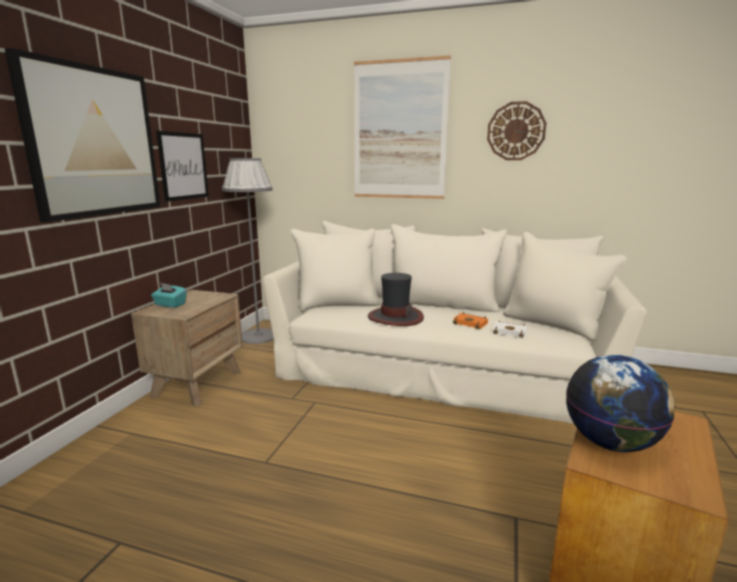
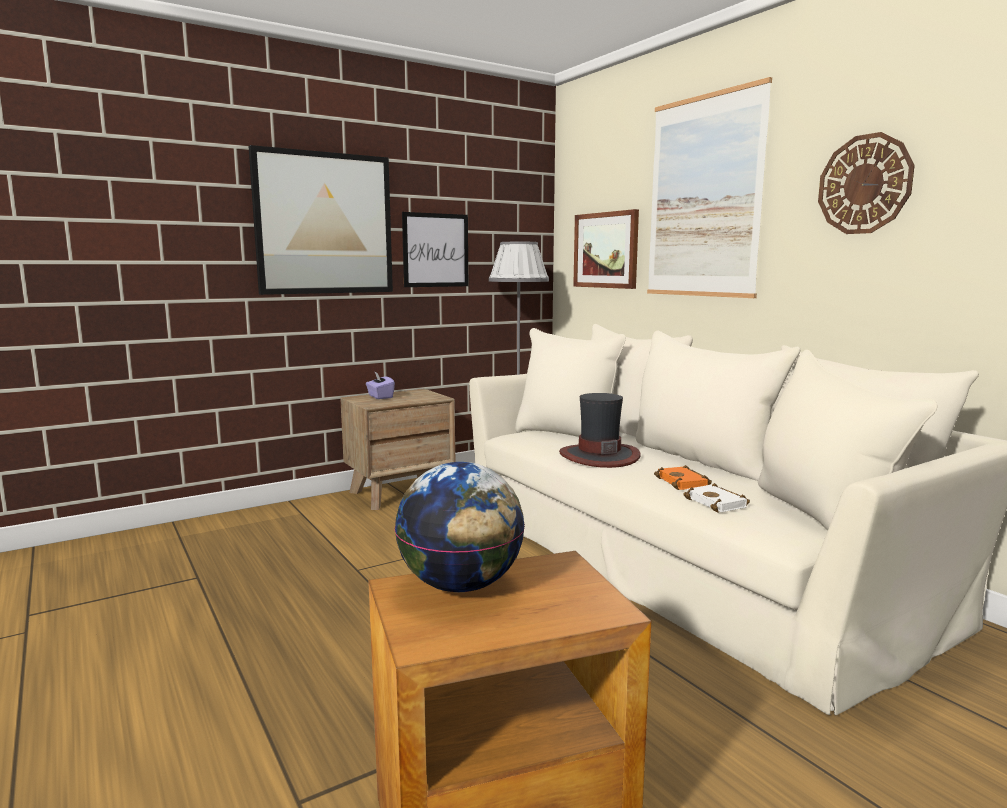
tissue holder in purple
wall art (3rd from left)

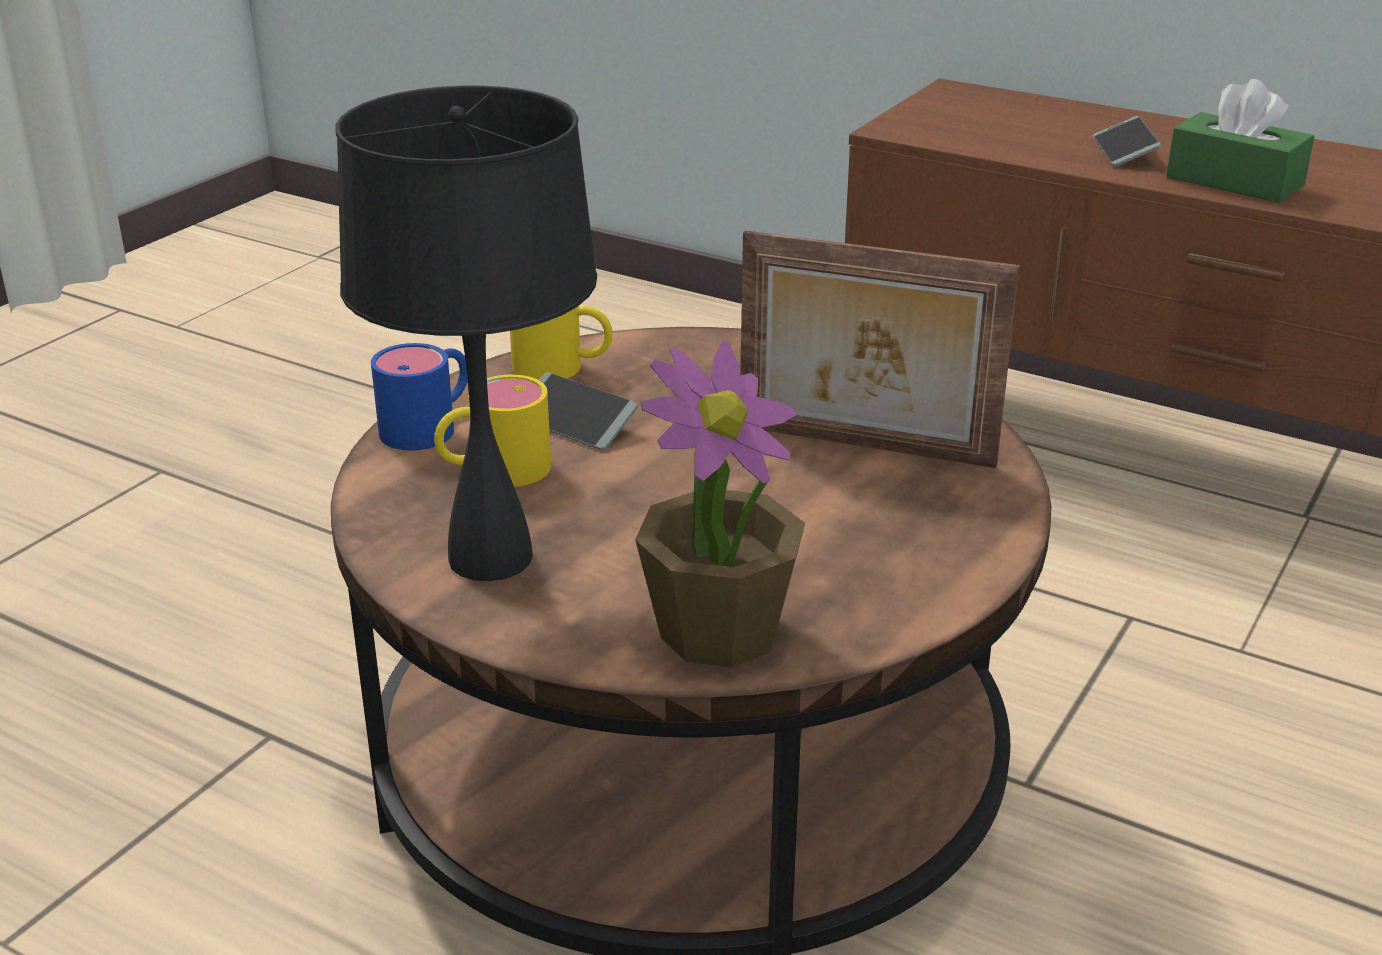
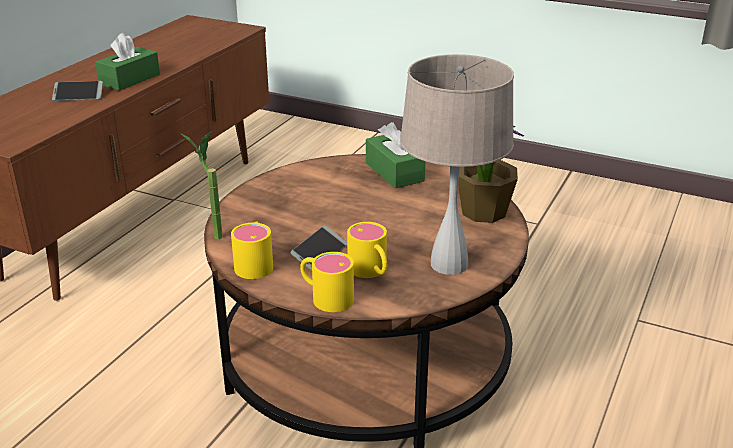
table lamp in beige-coloured
tea mug in yellow (2nd from left)
photo frame
houseplant (1st from left)
tissue holder in greenish (2nd from left)

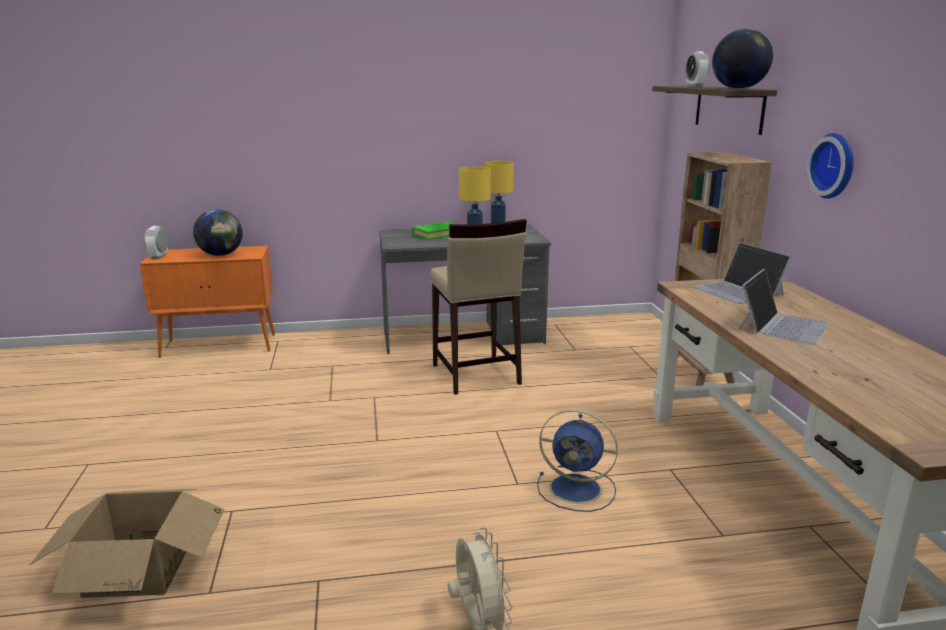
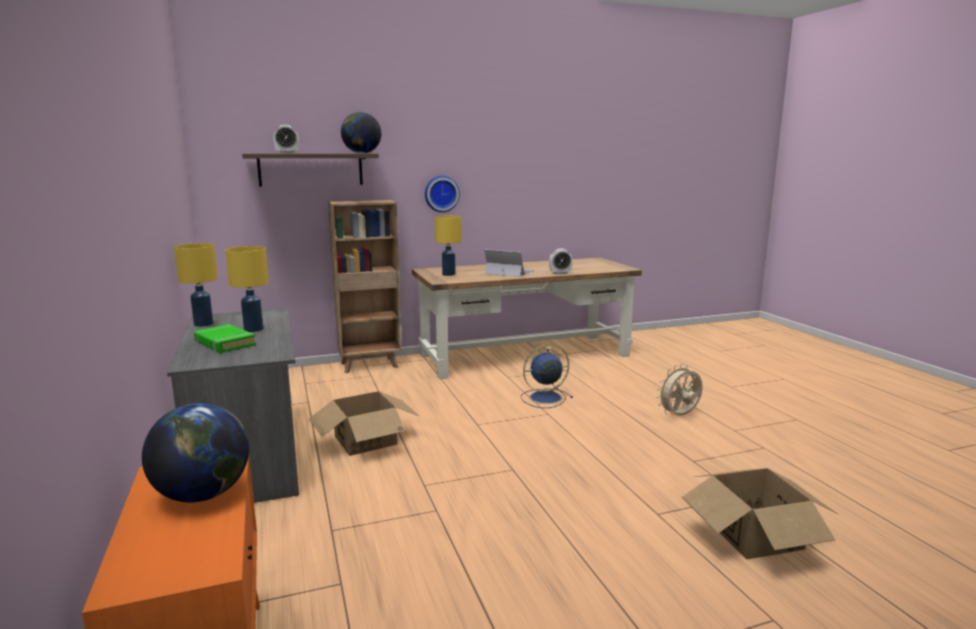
bedside clock (2nd from left)
carton (1st from left)
electric fan in blue
table lamp in yellow (3rd from left)

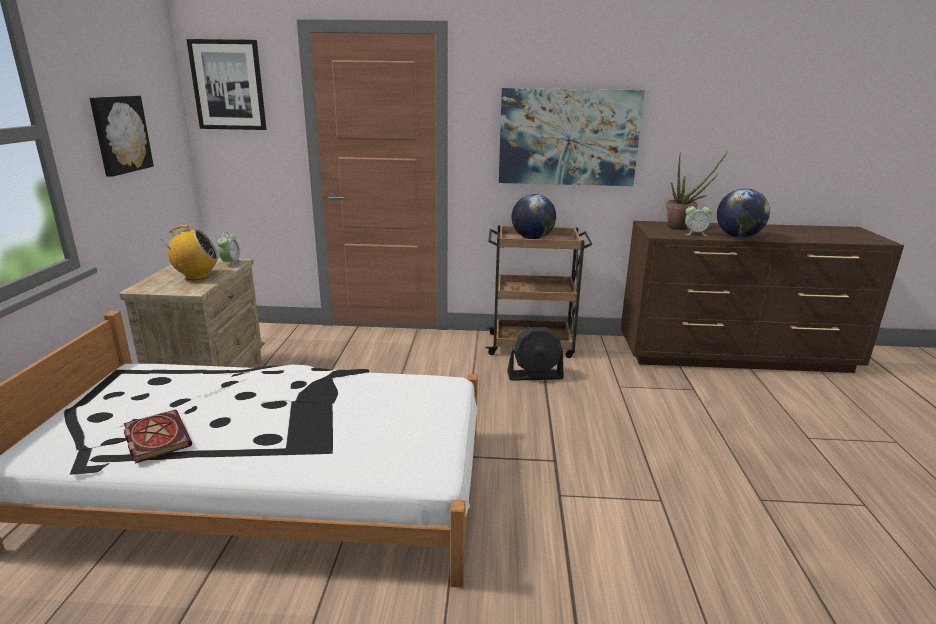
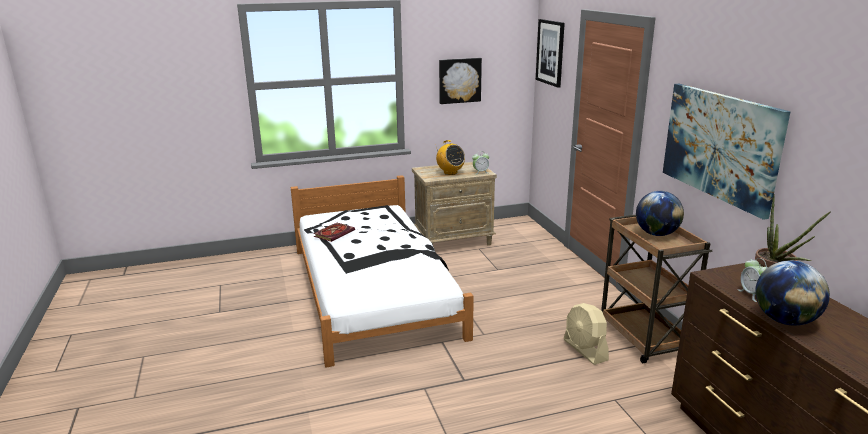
electric fan in beige-coloured

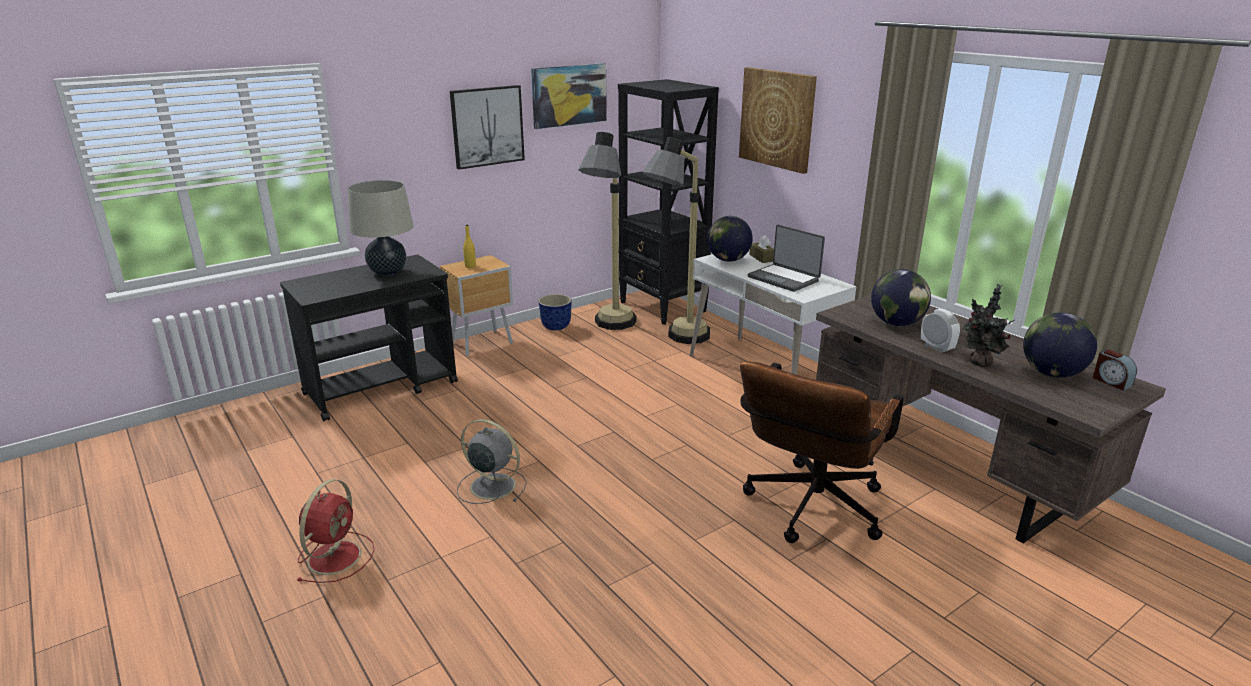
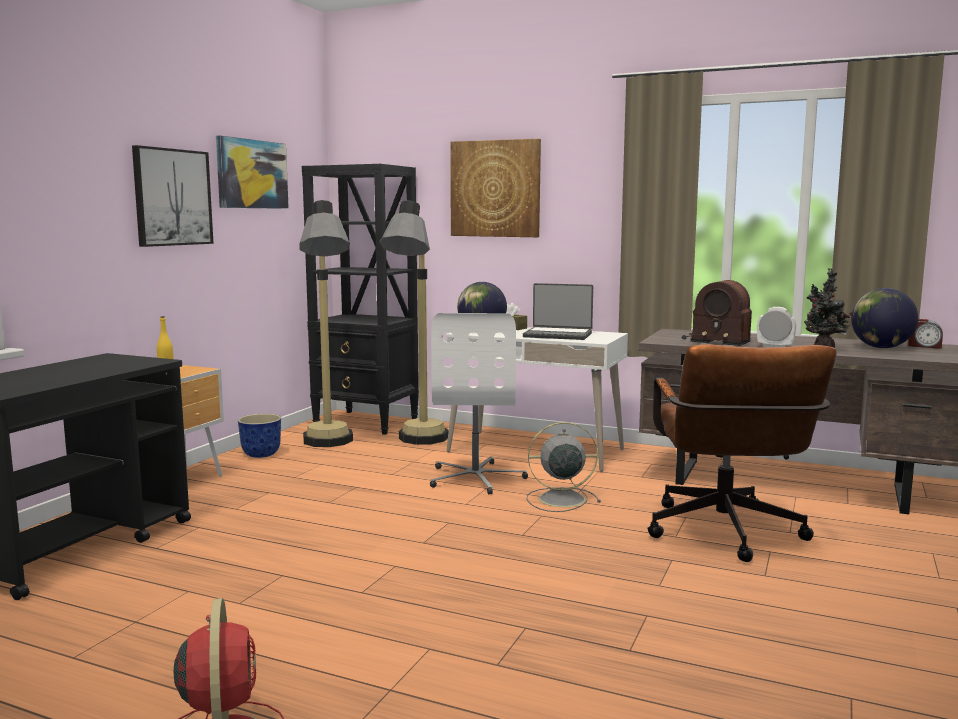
table lamp in beige-coloured
electric fan in gray
radio
computer chair in whitish

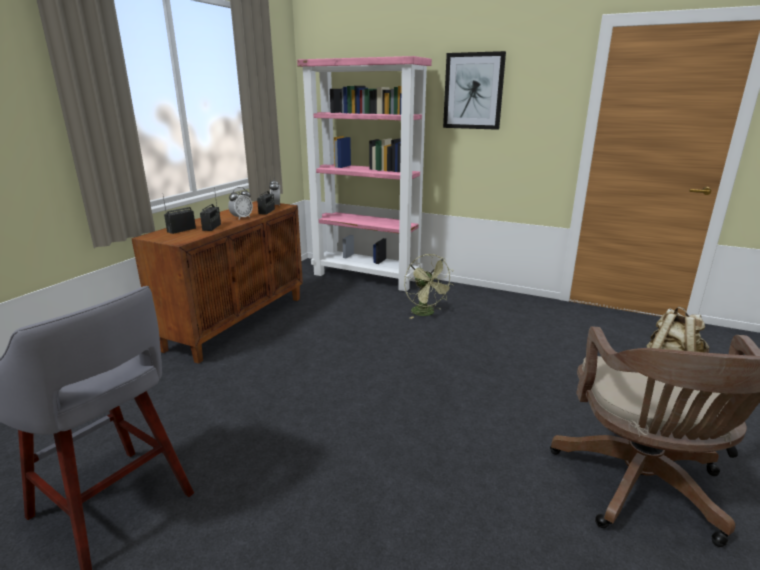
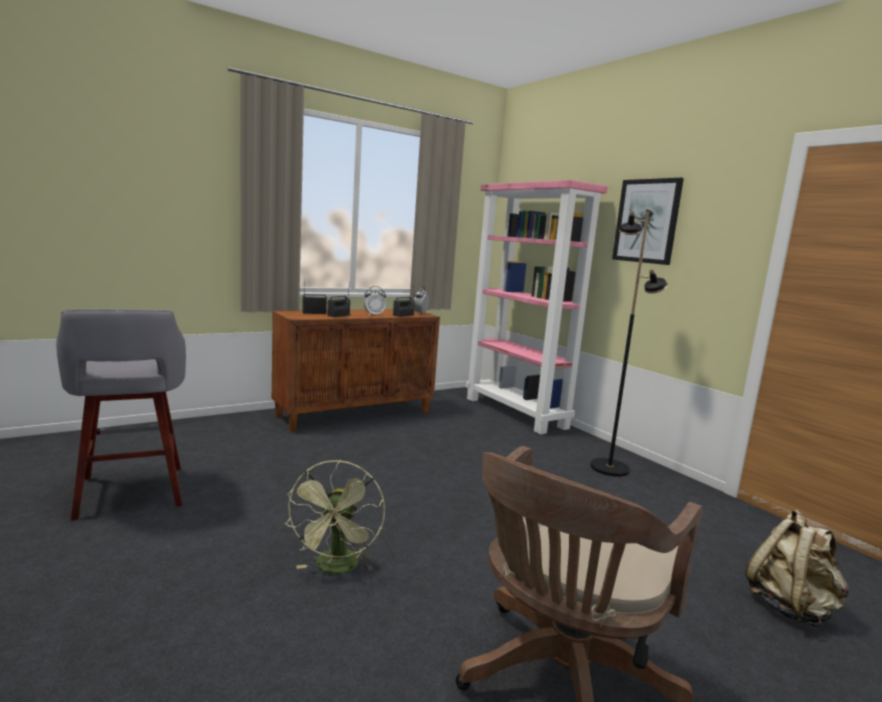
electric fan in greenish
floor lamp in black-coloured

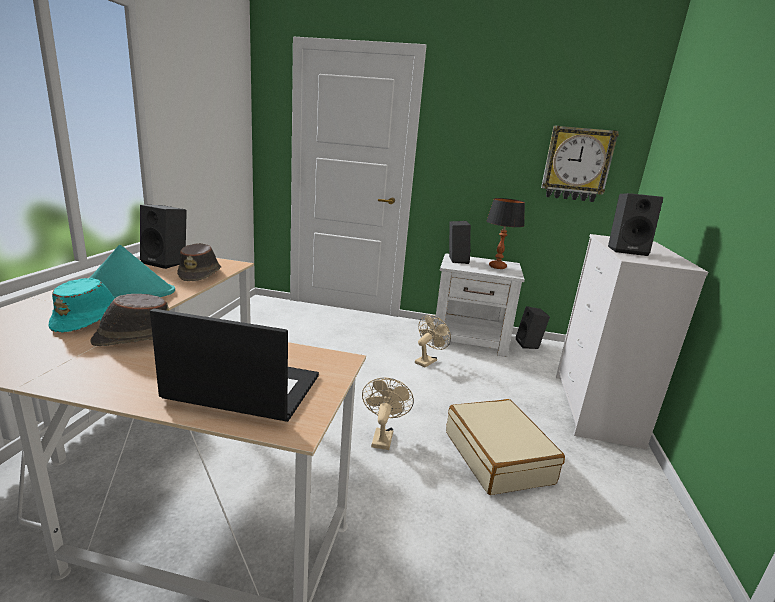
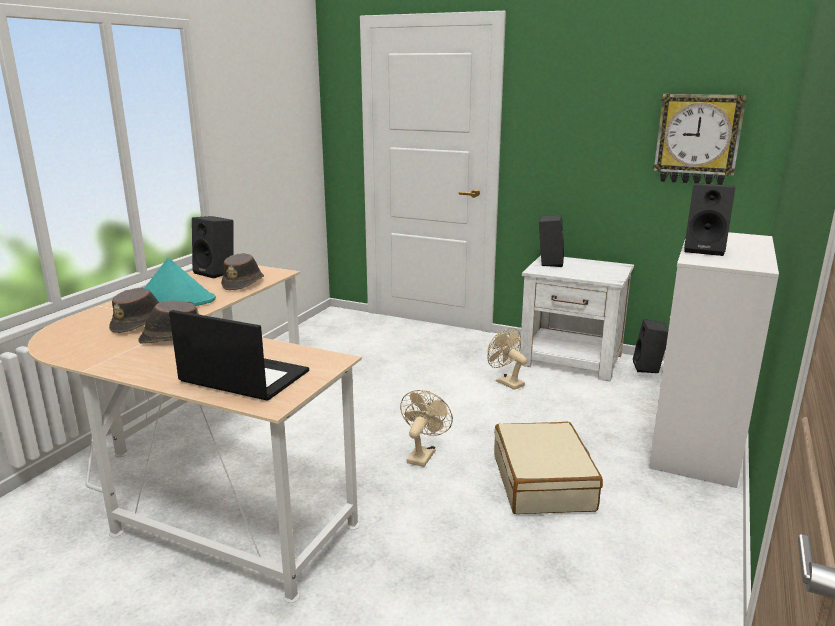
hat in brown-coloured (1st from left)
electric fan in beige-coloured (2nd from left)
table lamp

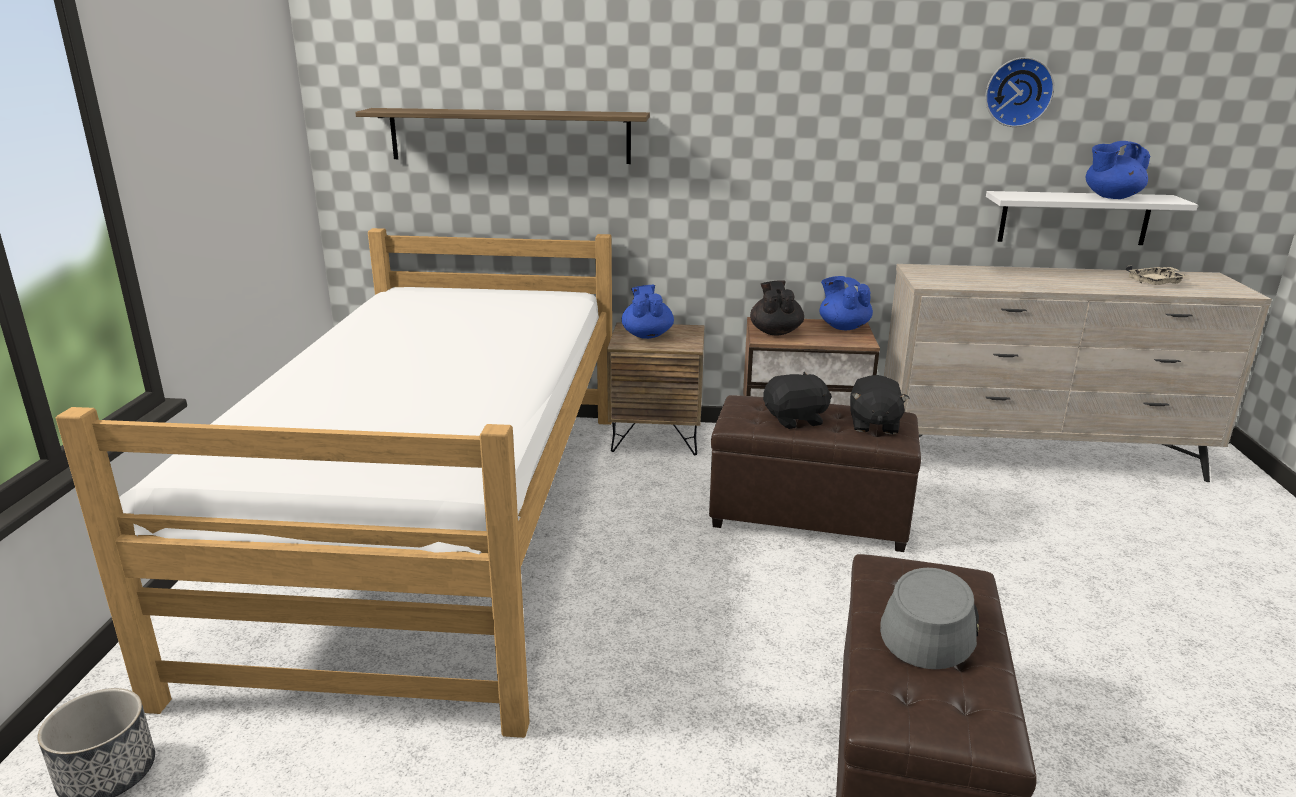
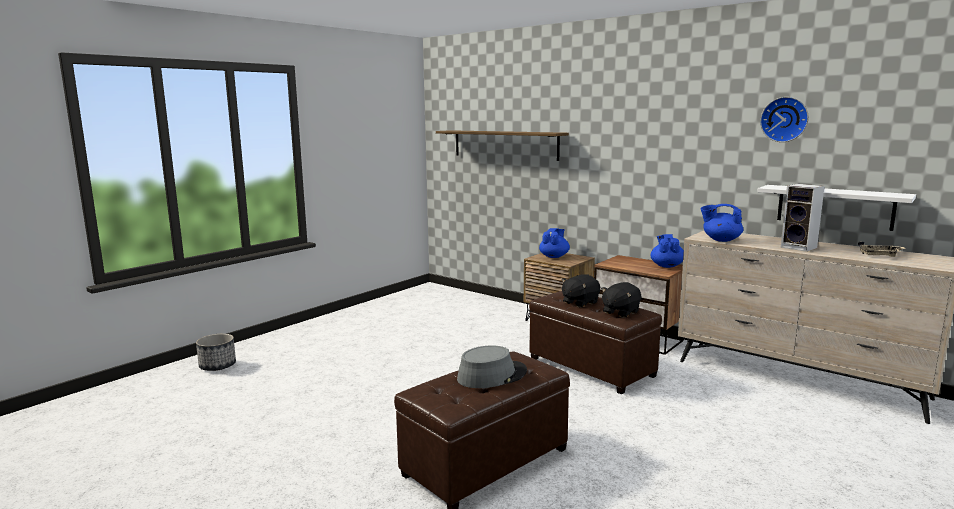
bedroom bed
pot for tea in black-coloured
cuddly toy in black-coloured (1st from left)
pot for tea in blue (3rd from left)
speaker

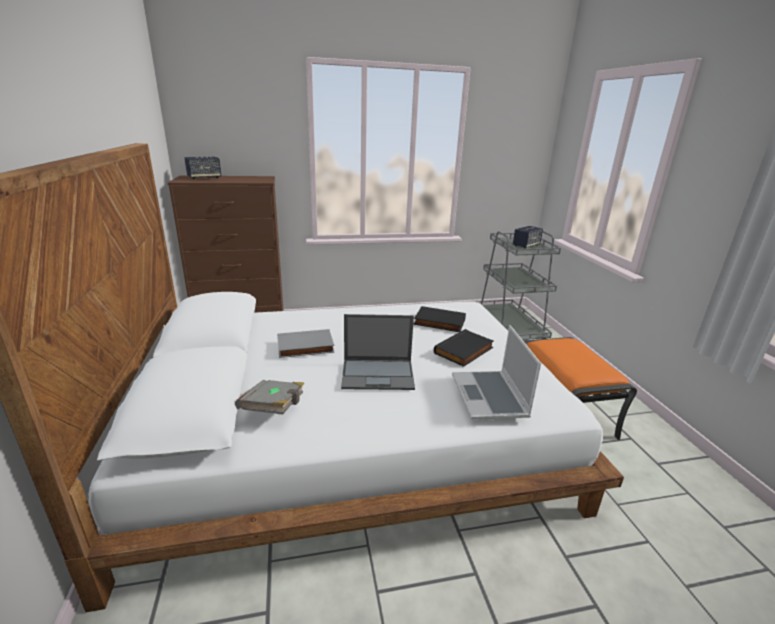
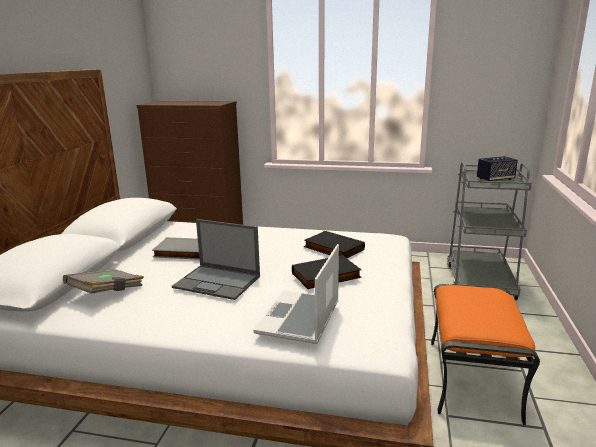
speaker (1st from left in the first image)

